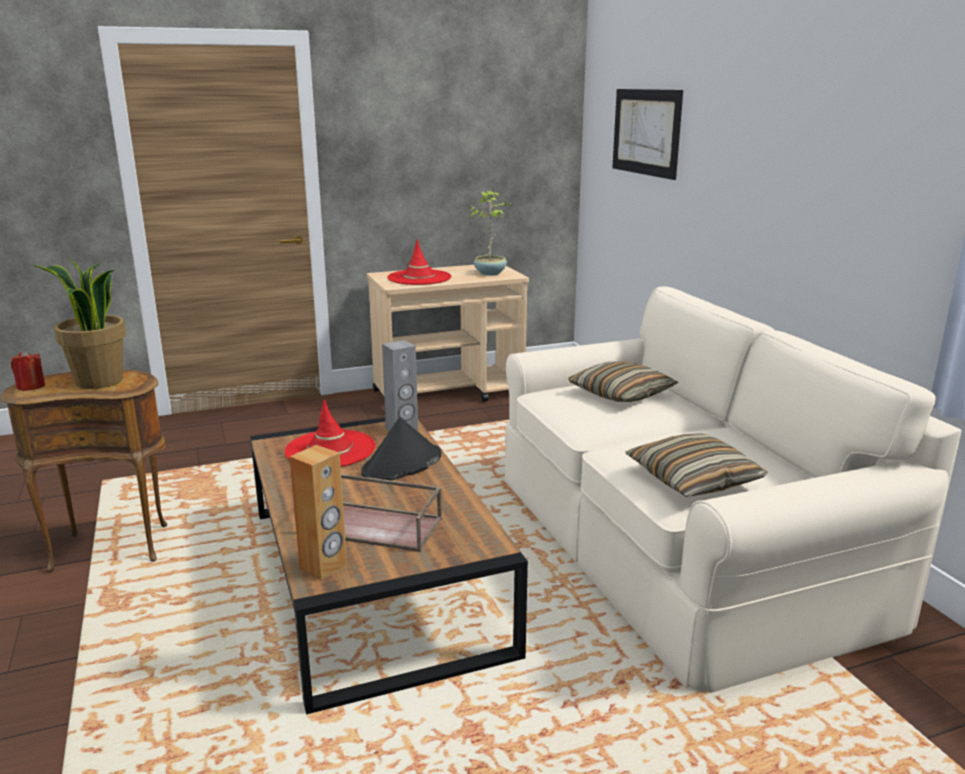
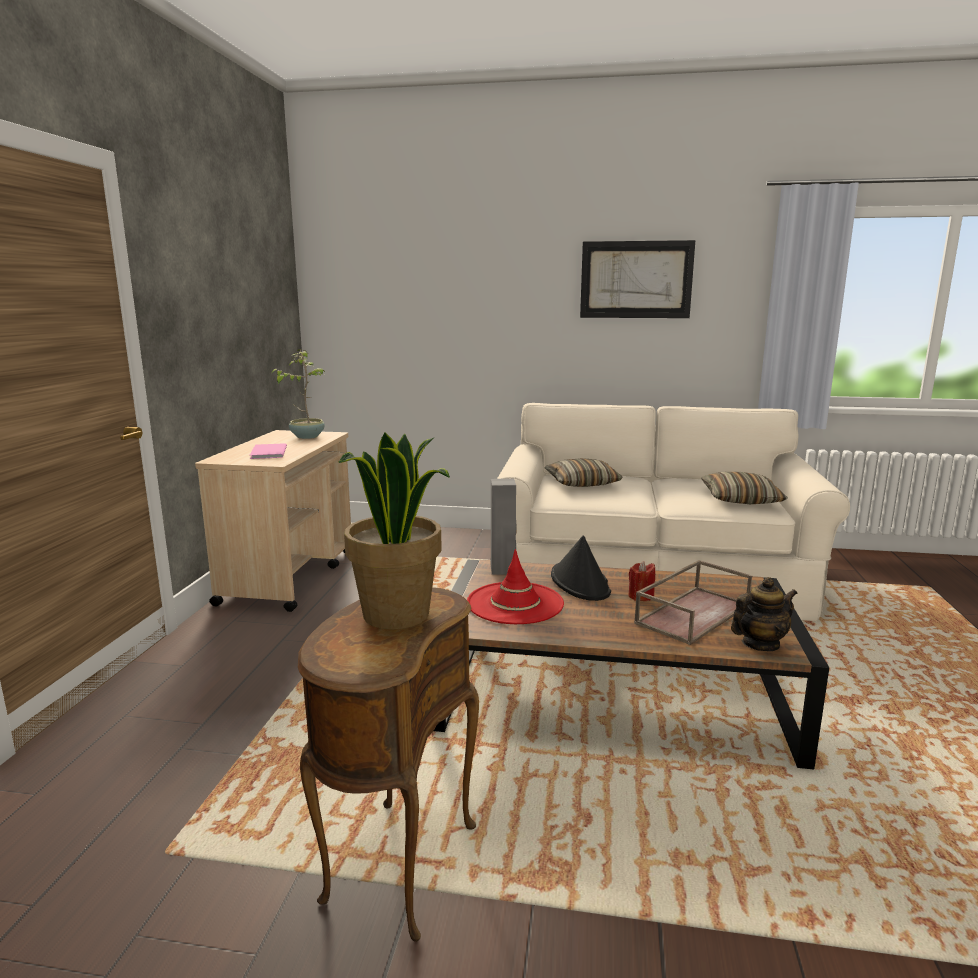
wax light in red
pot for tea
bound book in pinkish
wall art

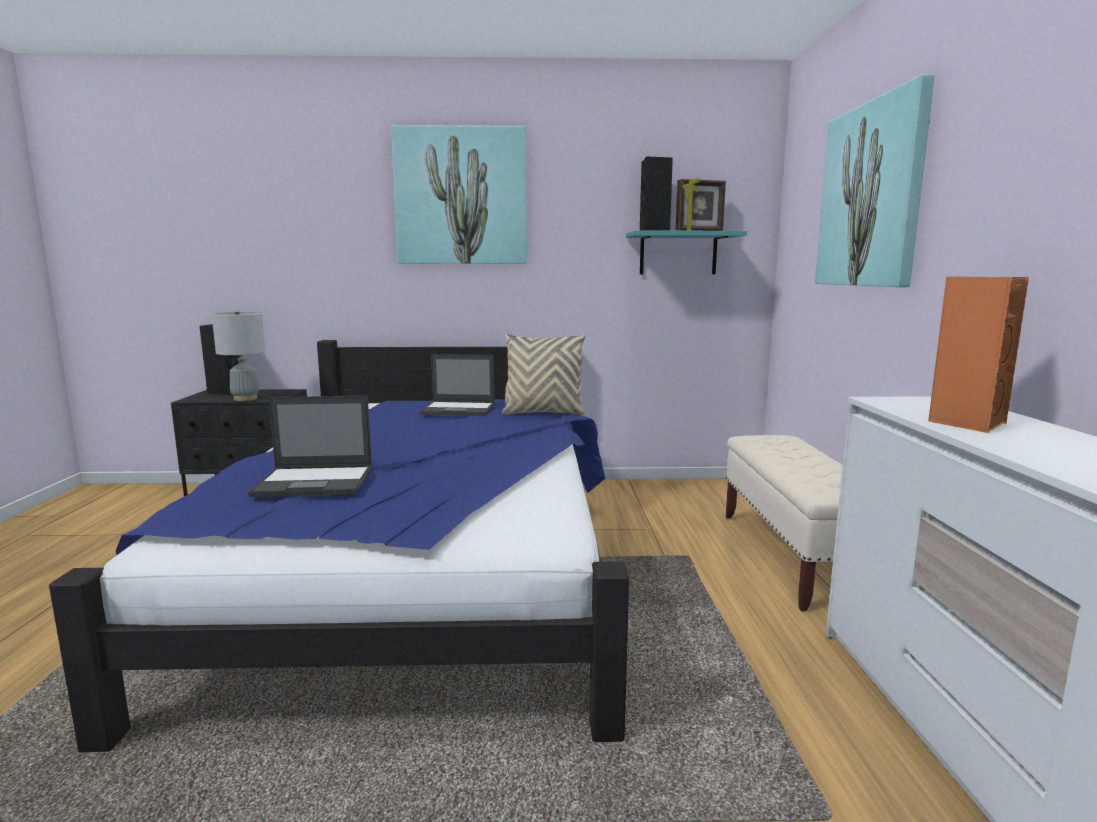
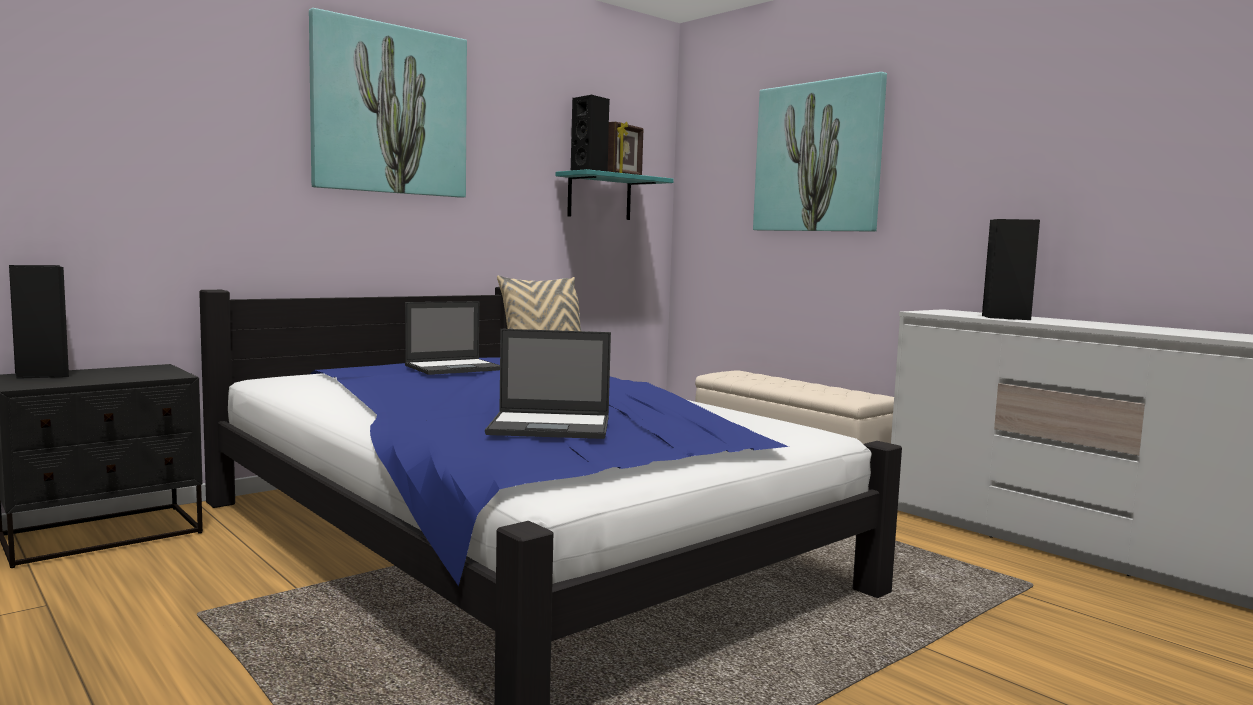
table lamp in gray
notebook computer (2nd from left)
speaker in black-coloured (3rd from left)

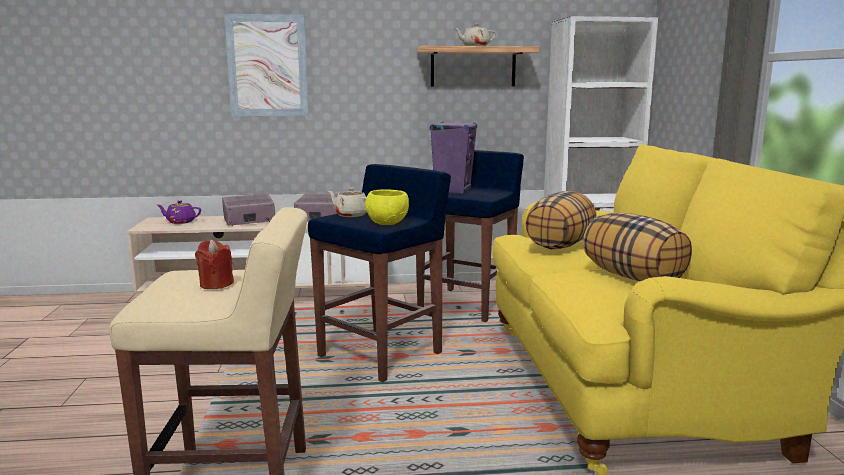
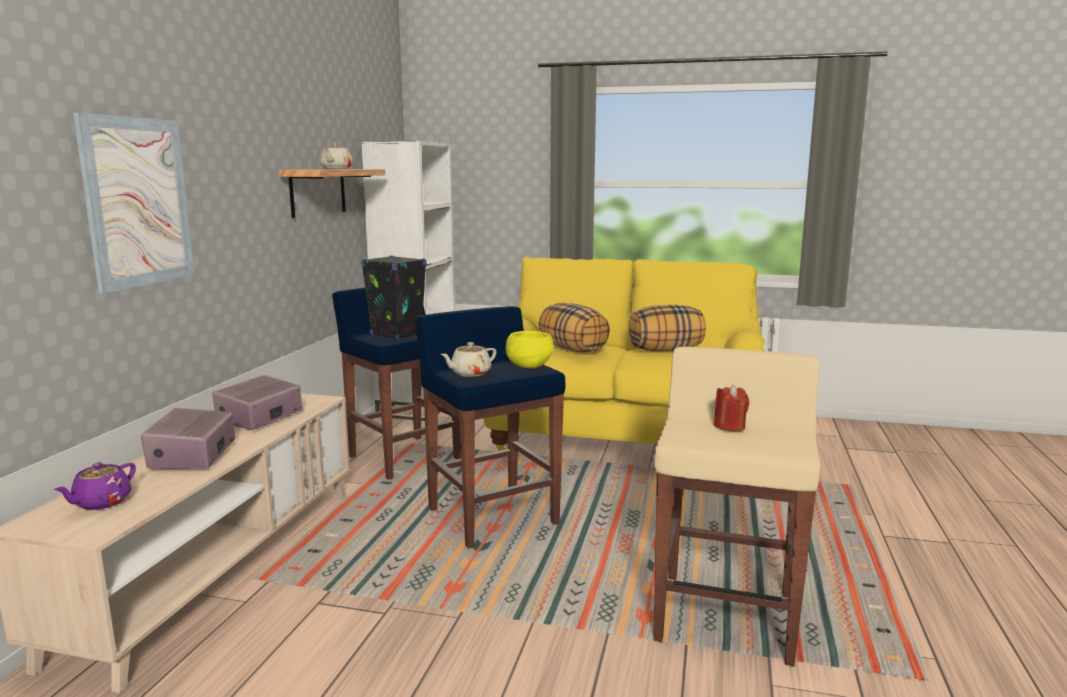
speaker in black-coloured

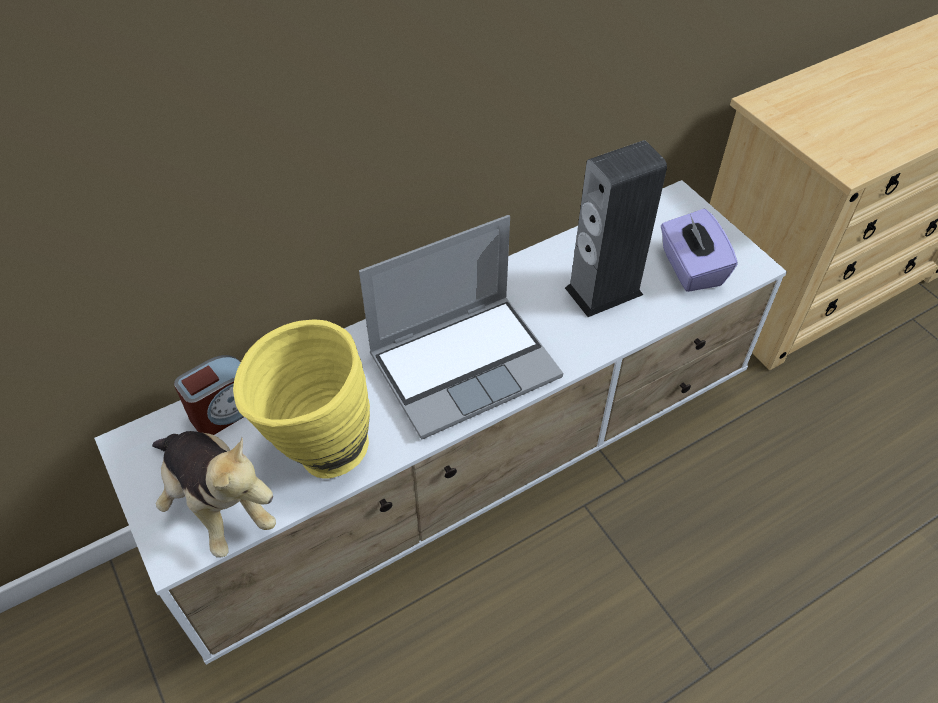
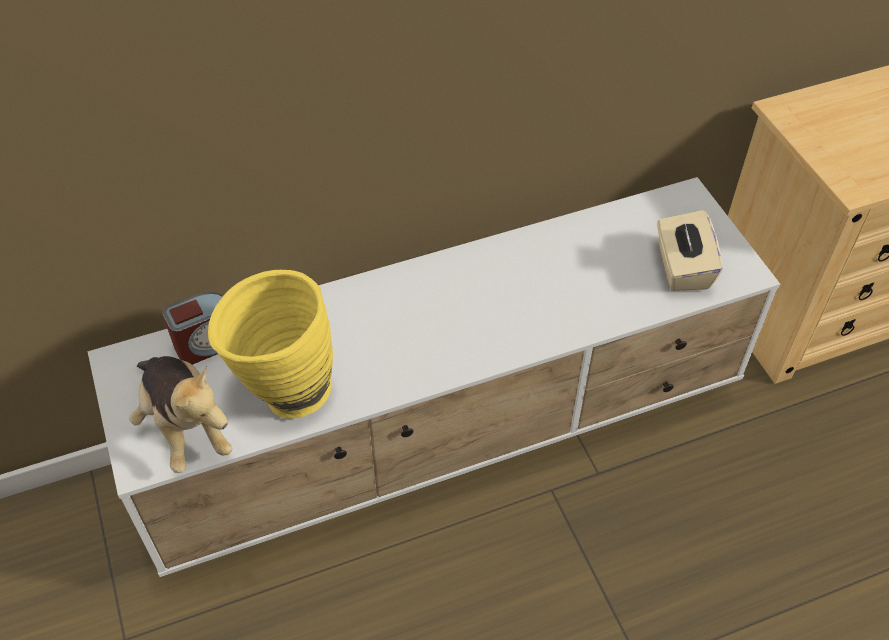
notebook computer
speaker
tissue holder in beige-coloured

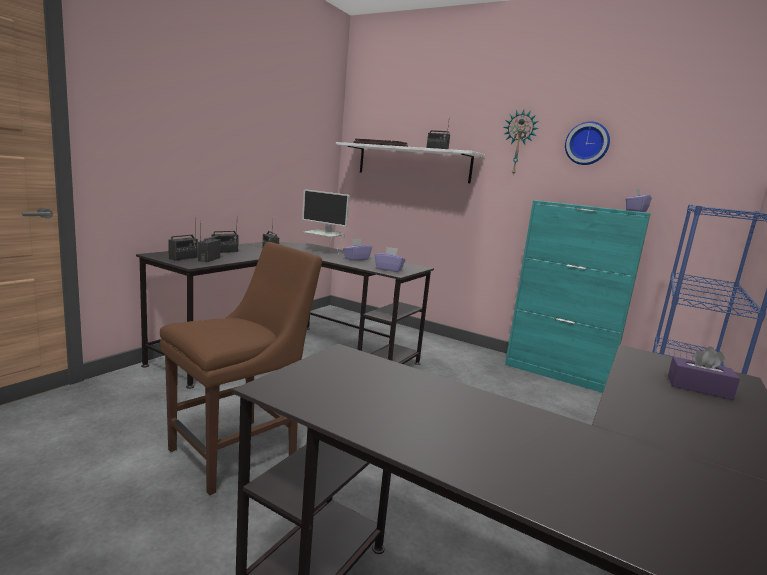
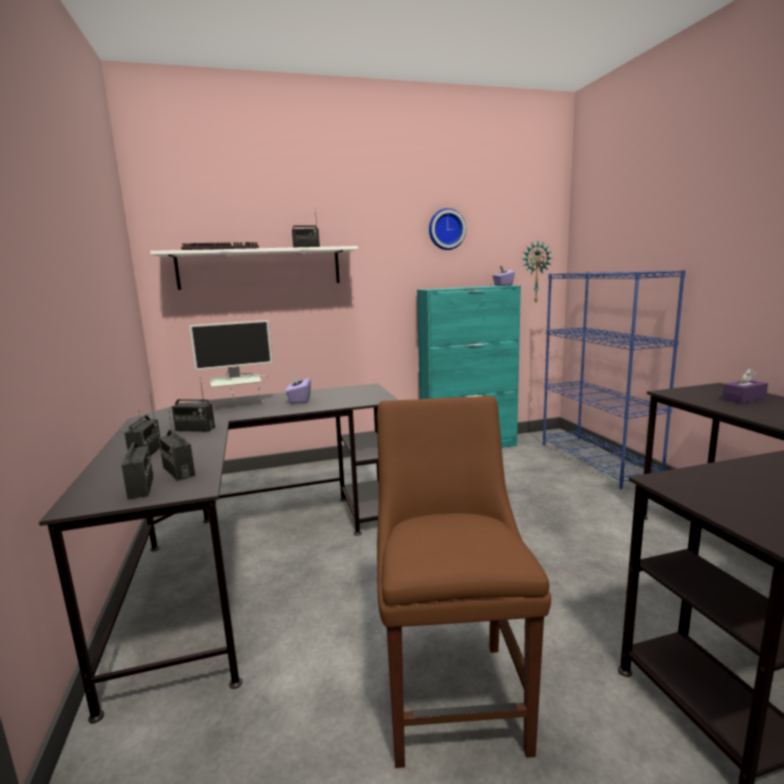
tissue holder in purple (2nd from left in the first image)
clock on the wall (2nd from left)

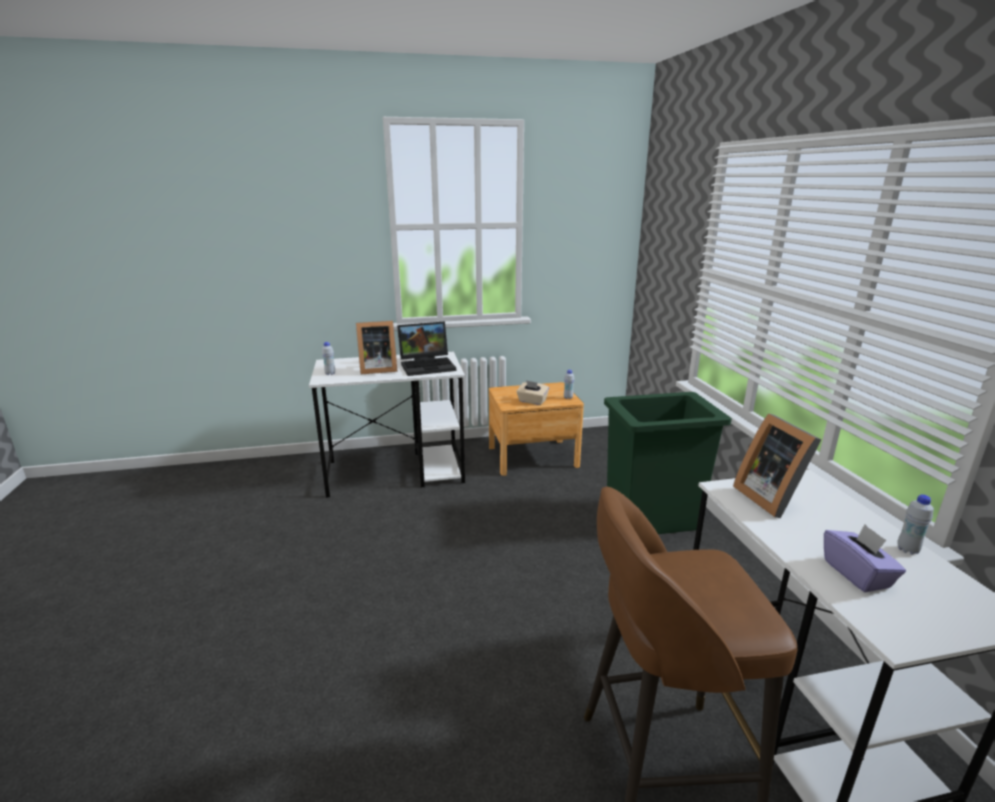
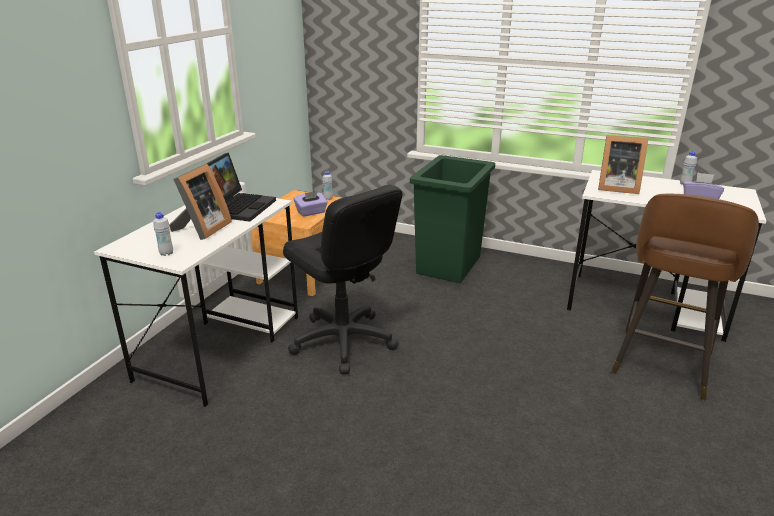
tissue holder in purple (1st from left)
computer chair in black-coloured

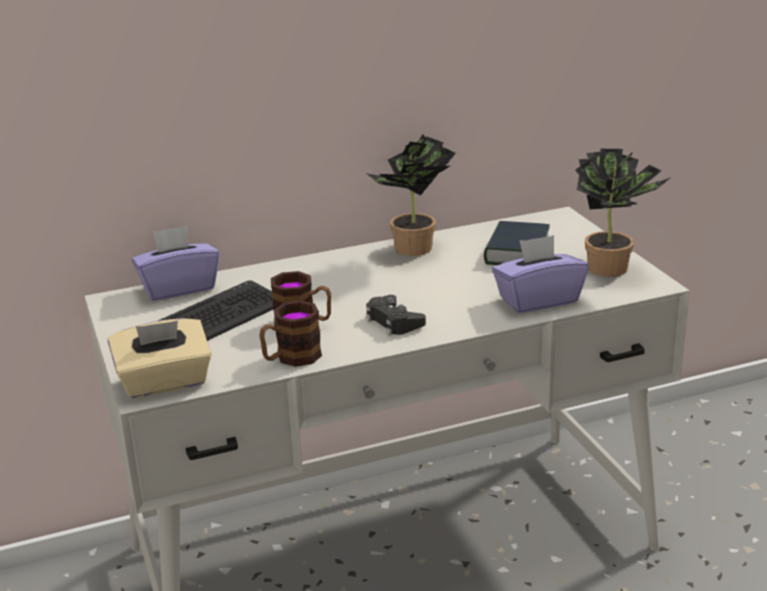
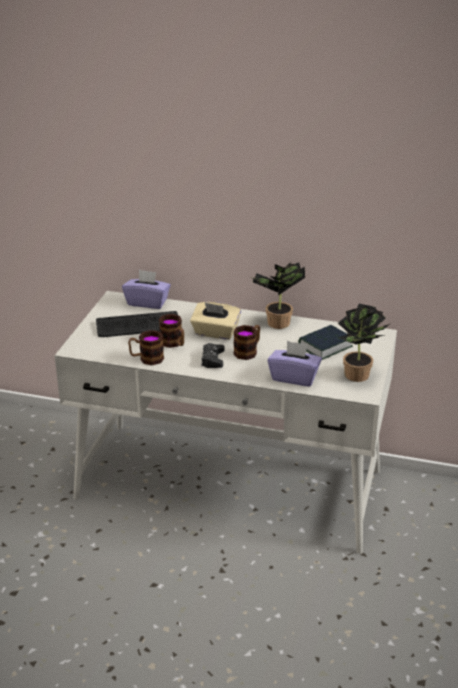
tissue holder in beige-coloured
tea mug (3rd from left)

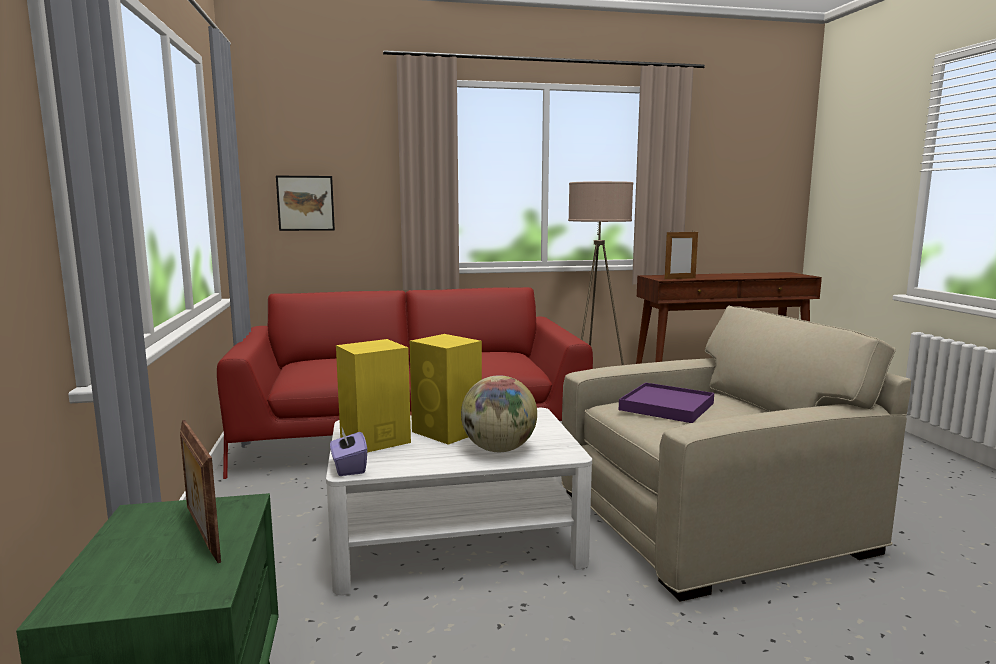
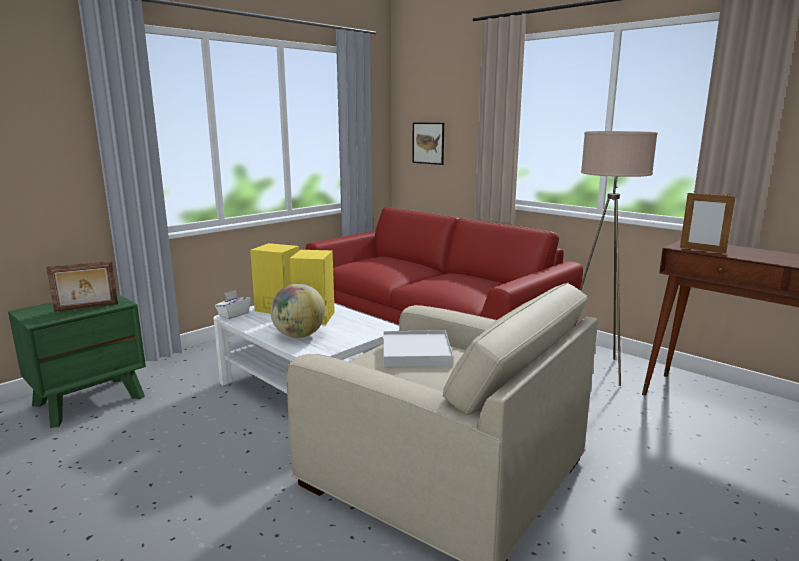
photo frame (1st from left)
tissue holder in whitish
tray in whitish

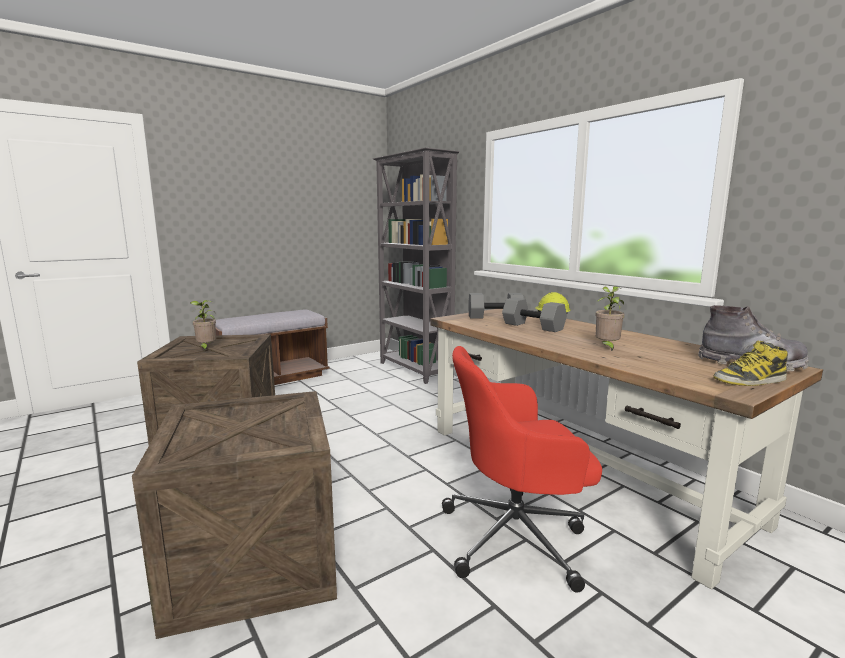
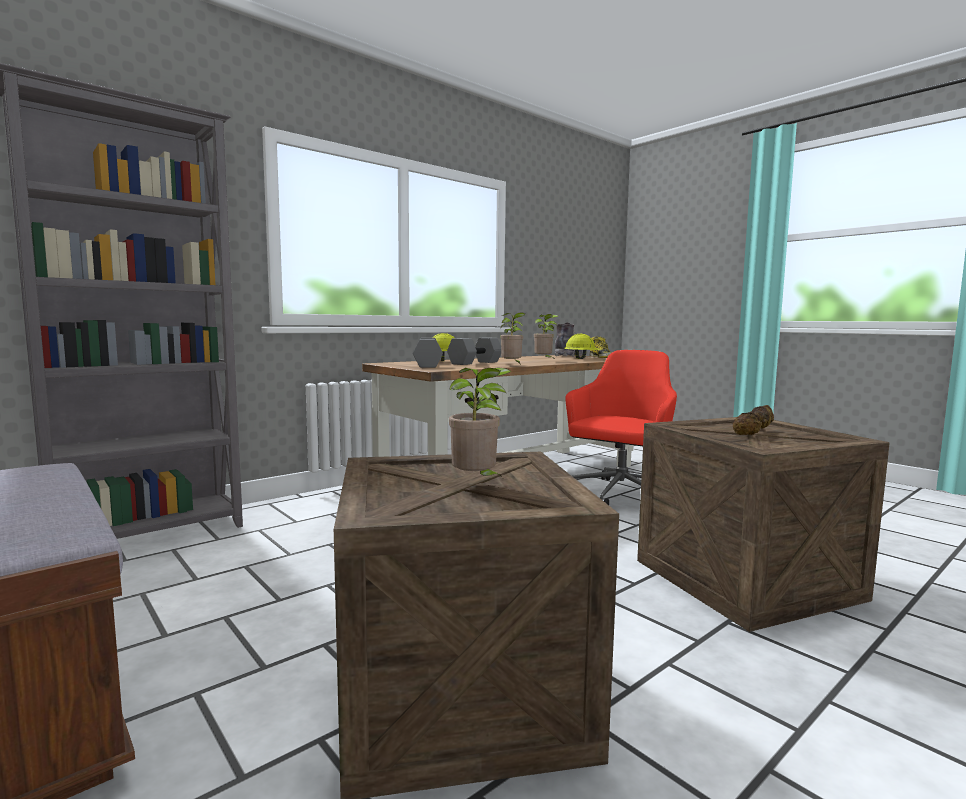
computer chair in red
houseplant (2nd from left)
work helmet in yellow (2nd from left)
hand weight in brown-coloured

